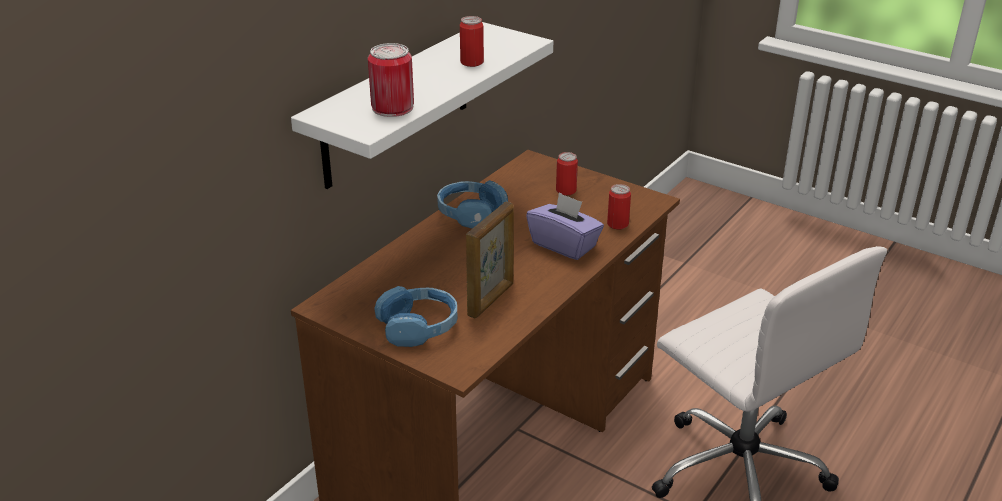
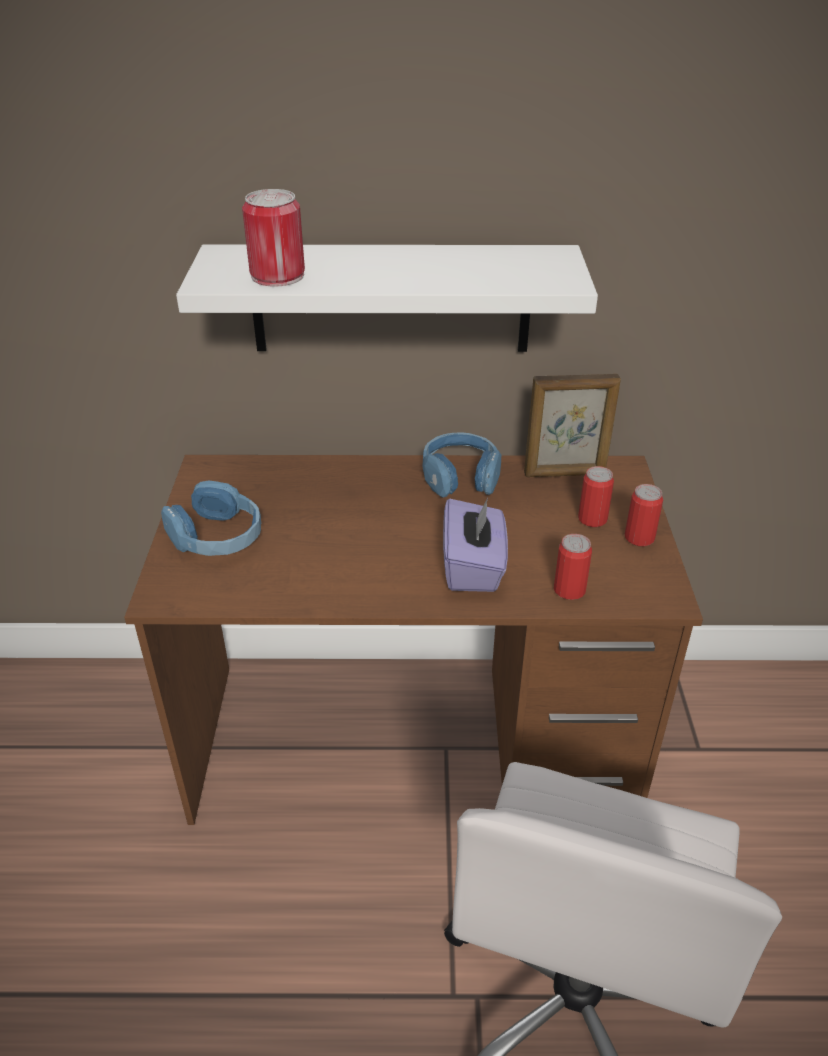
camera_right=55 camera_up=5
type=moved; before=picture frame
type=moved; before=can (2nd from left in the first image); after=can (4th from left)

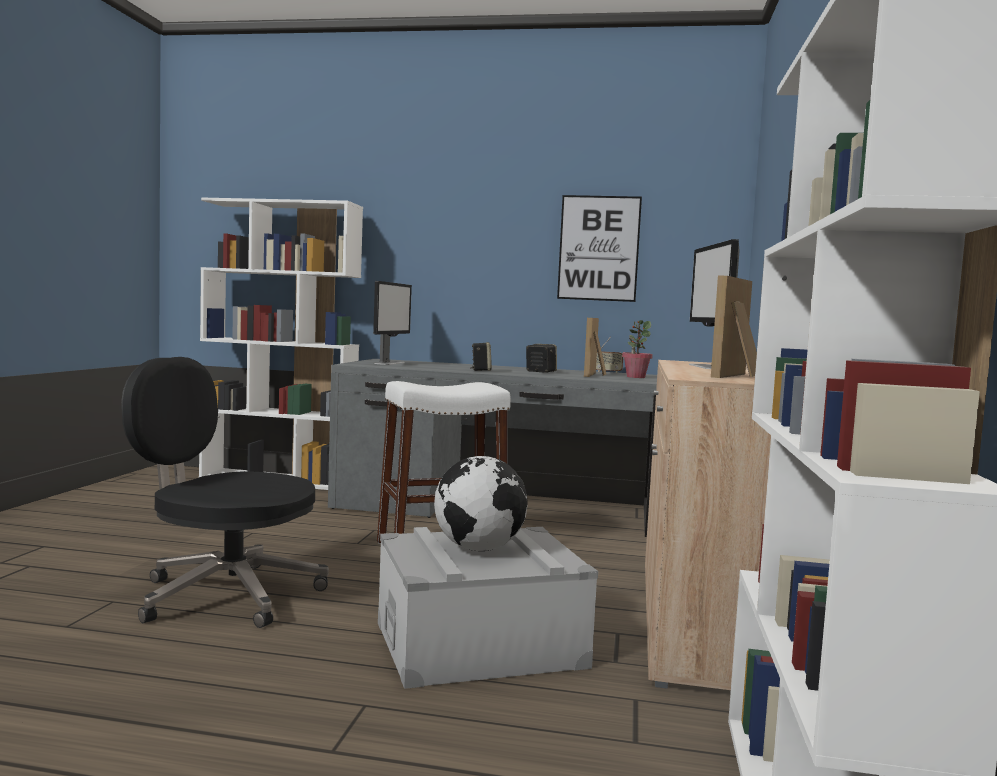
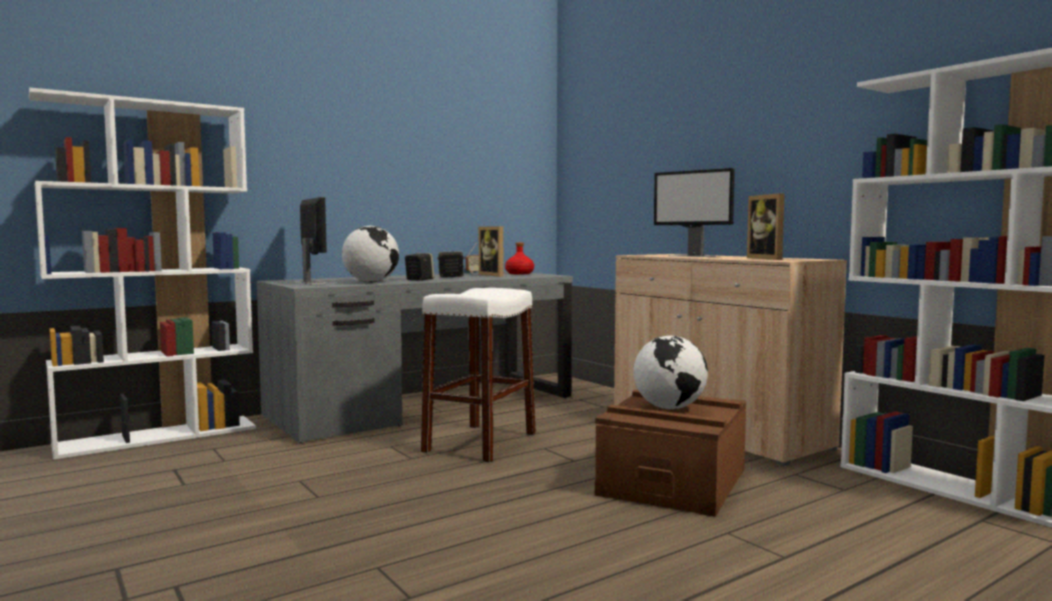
camera_right=-45 camera_up=0
type=added; after=globe (1st from left)
type=replaced; before=potted plant; after=red bottle
type=recoloured; before=grey storage box; after=brown storage box
type=removed; before=black office chair
type=removed; before=picture

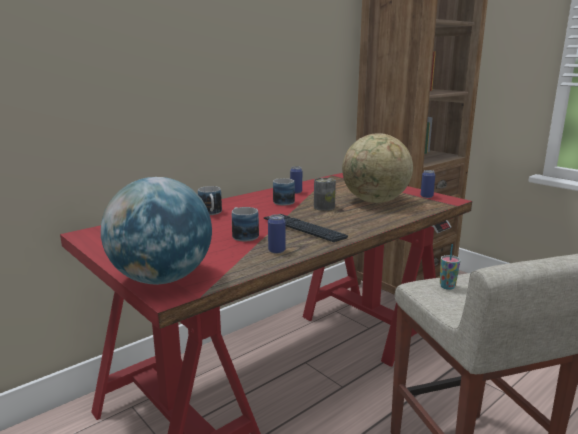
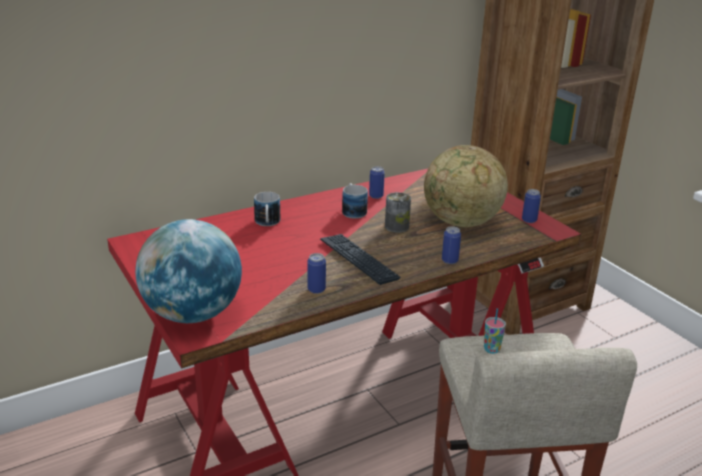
camera_right=10 camera_up=10
type=added; after=can (4th from left)
type=removed; before=mug (2nd from left)

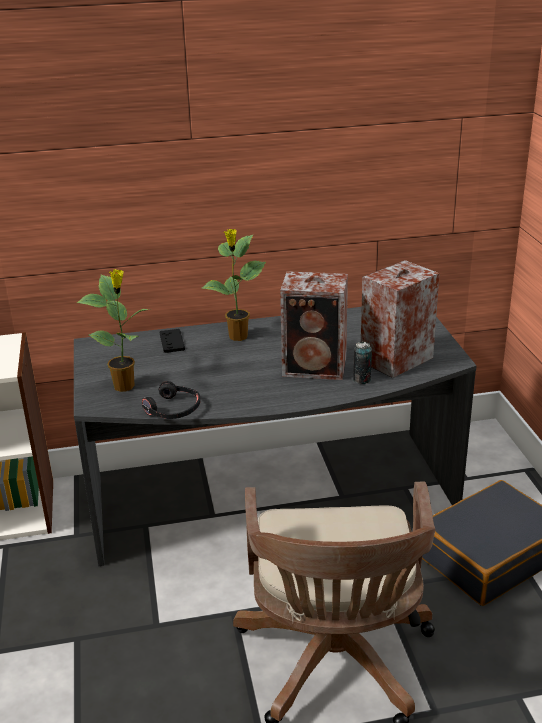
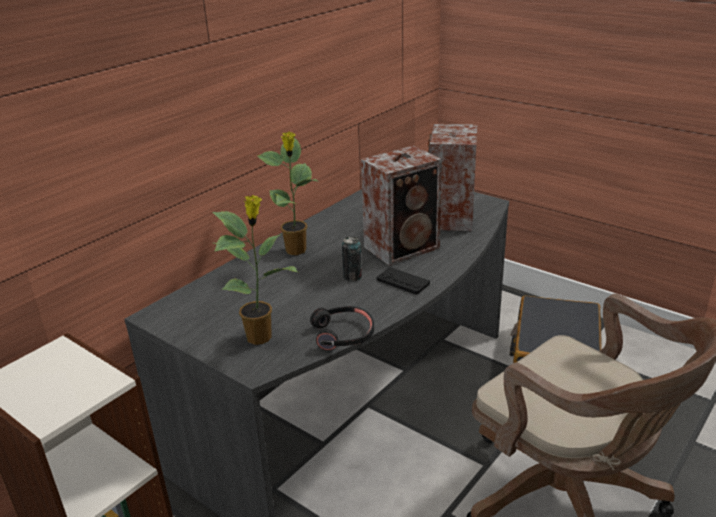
camera_right=-40 camera_up=0
type=moved; before=can
type=moved; before=black game controller

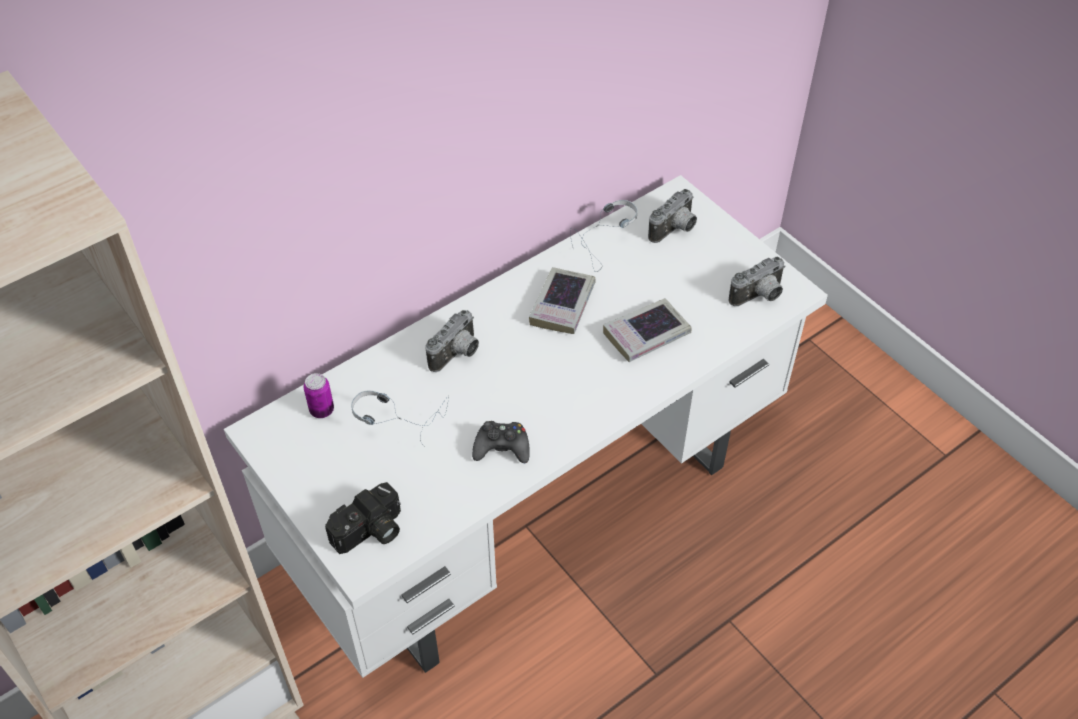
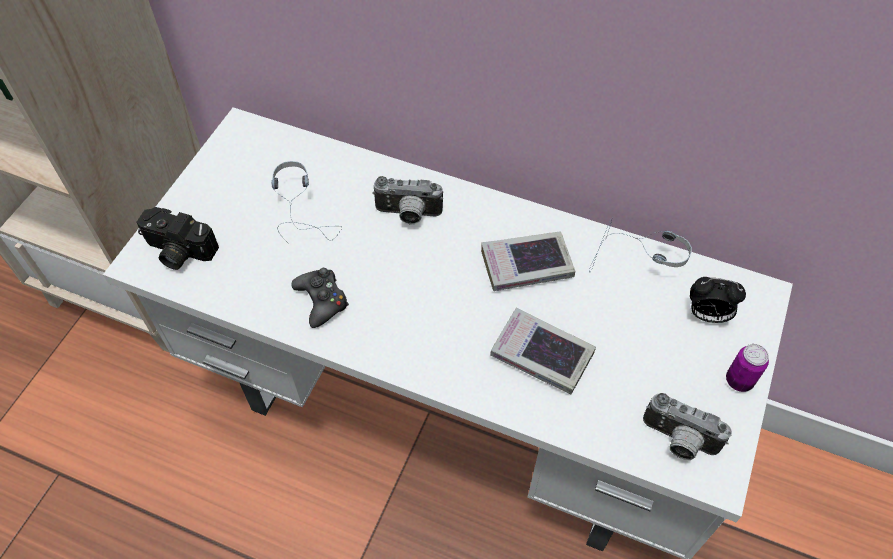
camera_right=60 camera_up=5
type=replaced; before=photo camera (3rd from left); after=alarm clock
type=moved; before=can

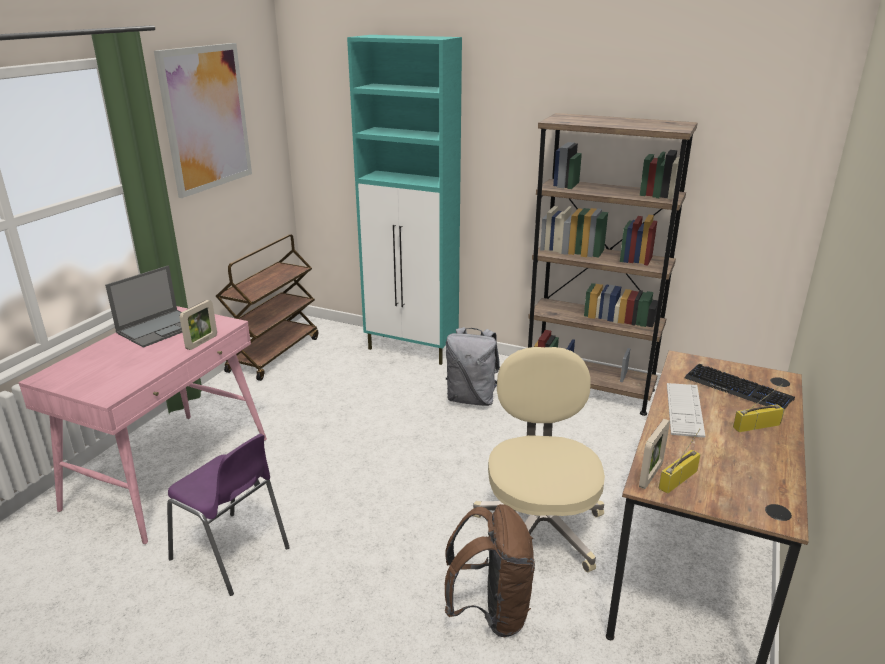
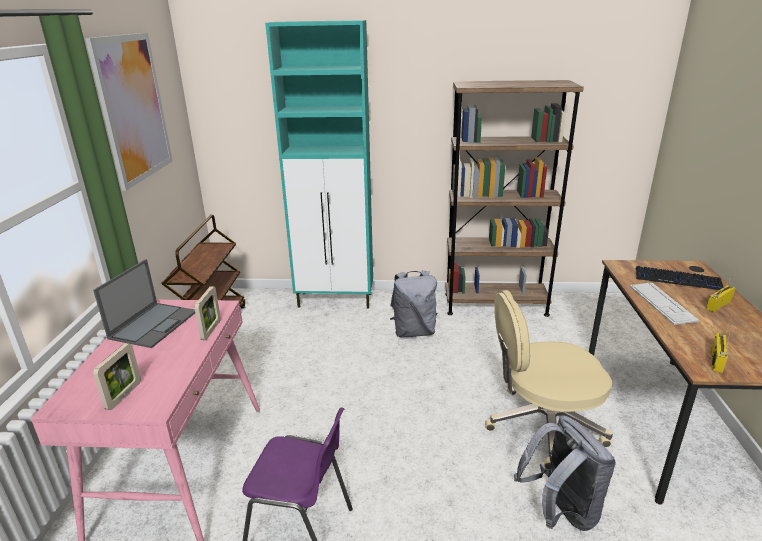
camera_right=-20 camera_up=0
type=moved; before=picture frame (2nd from left in the first image); after=picture frame (1st from left)
type=turned; before=beige office chair; turn=-75
type=recoloured; before=brown backpack; after=grey backpack (2nd from left)

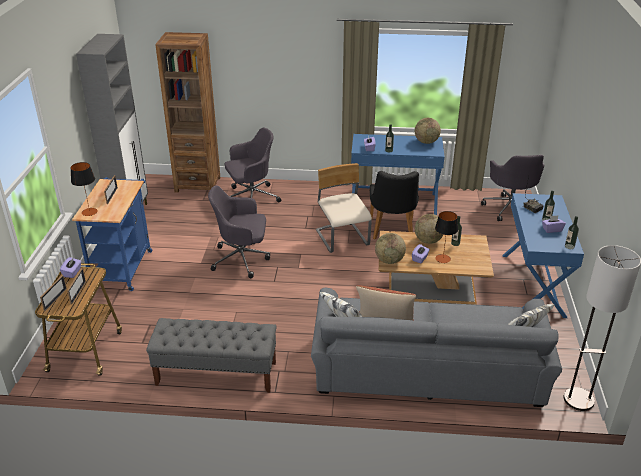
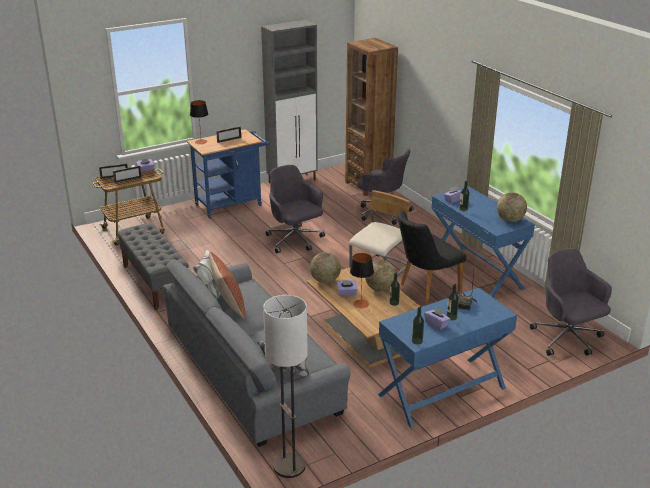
camera_right=55 camera_up=-5
type=turned; before=grey office chair (3rd from left); turn=105

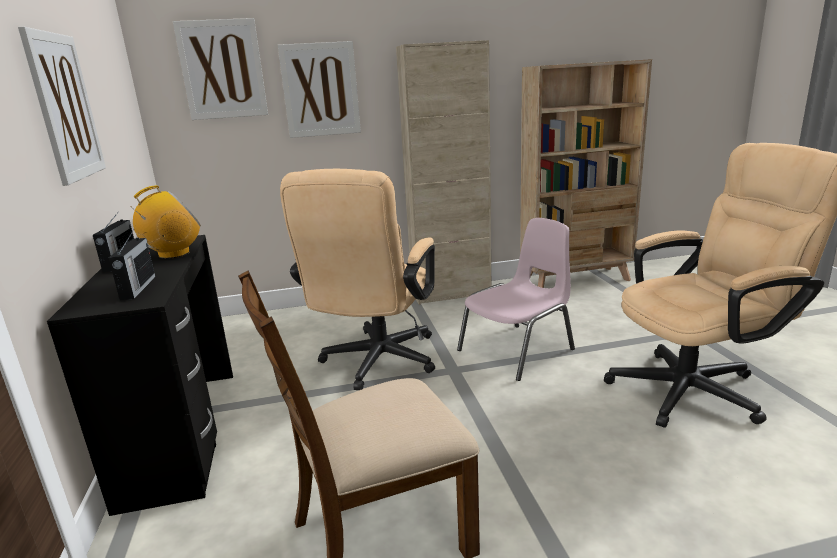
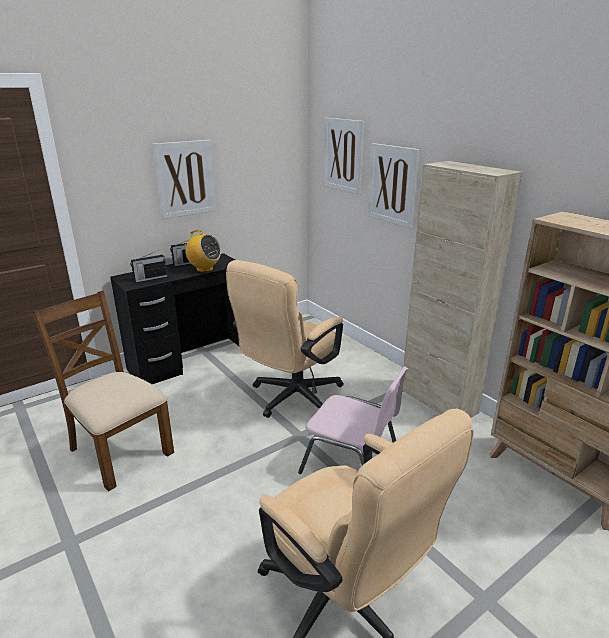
camera_right=65 camera_up=5
type=turned; before=beige office chair (1st from left); turn=-45

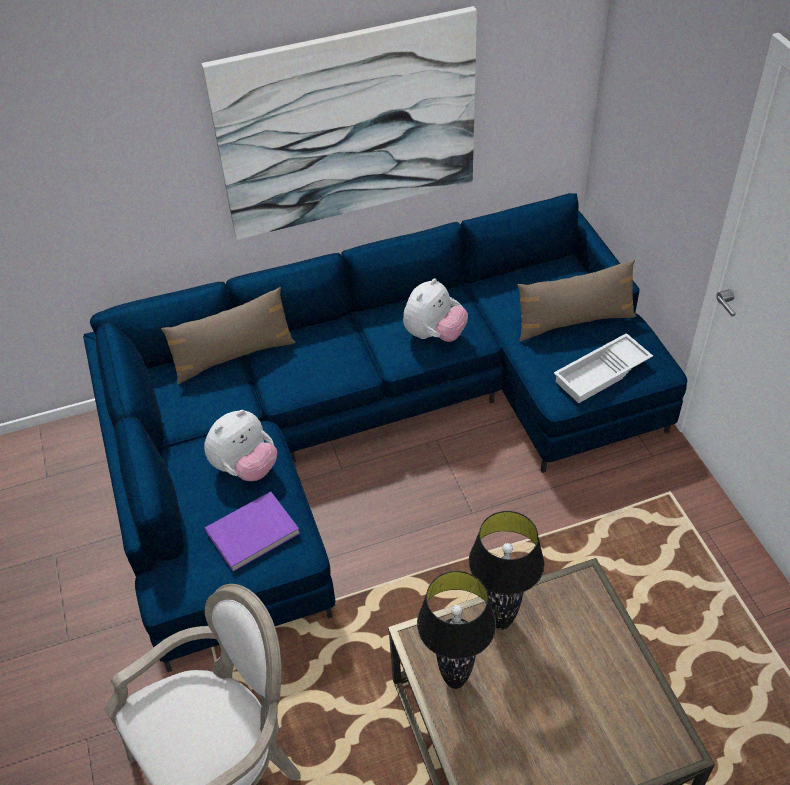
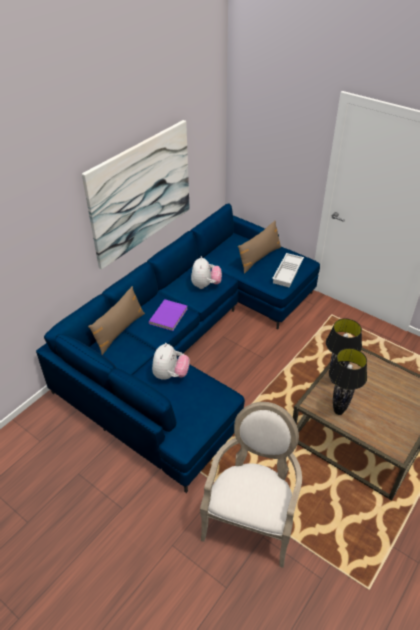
camera_right=-35 camera_up=-5
type=moved; before=purple book

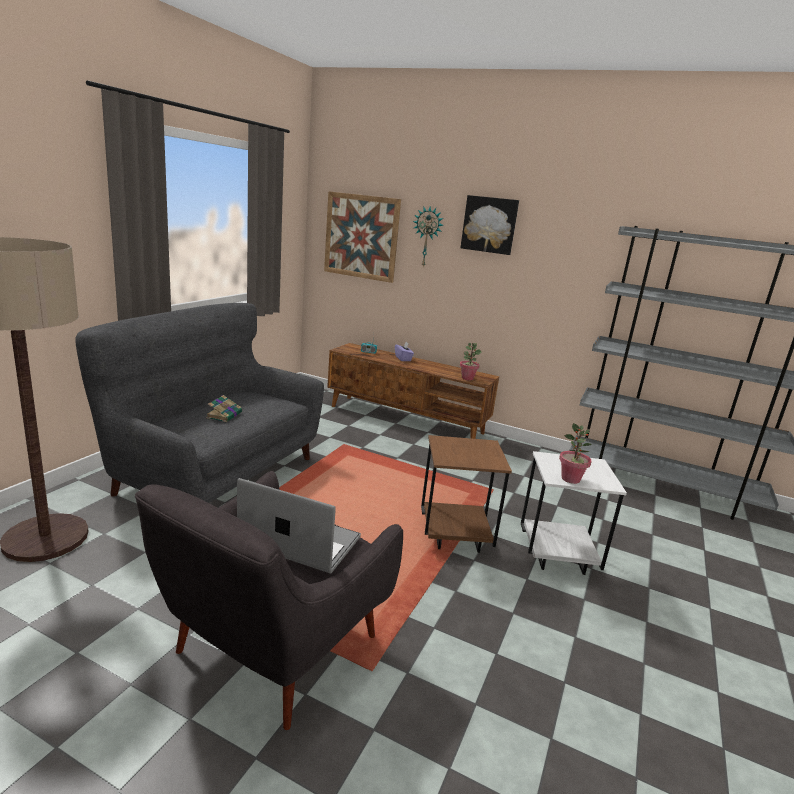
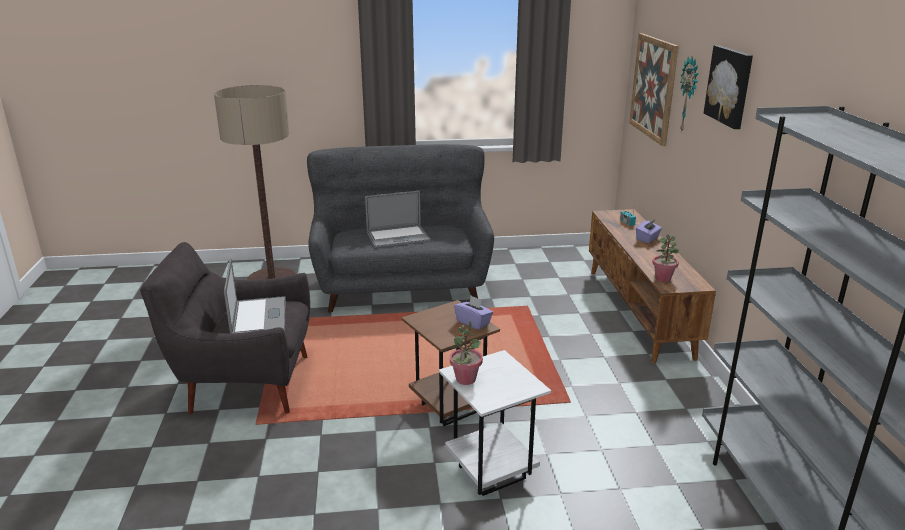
camera_right=60 camera_up=5
type=replaced; before=book; after=laptop (2nd from left)
type=added; after=purple tissue box (1st from left)

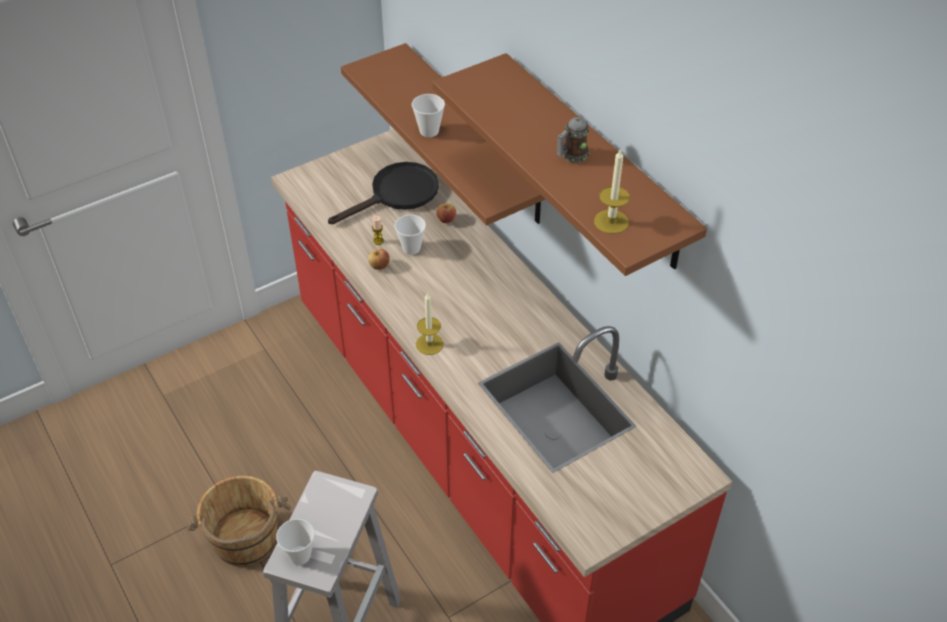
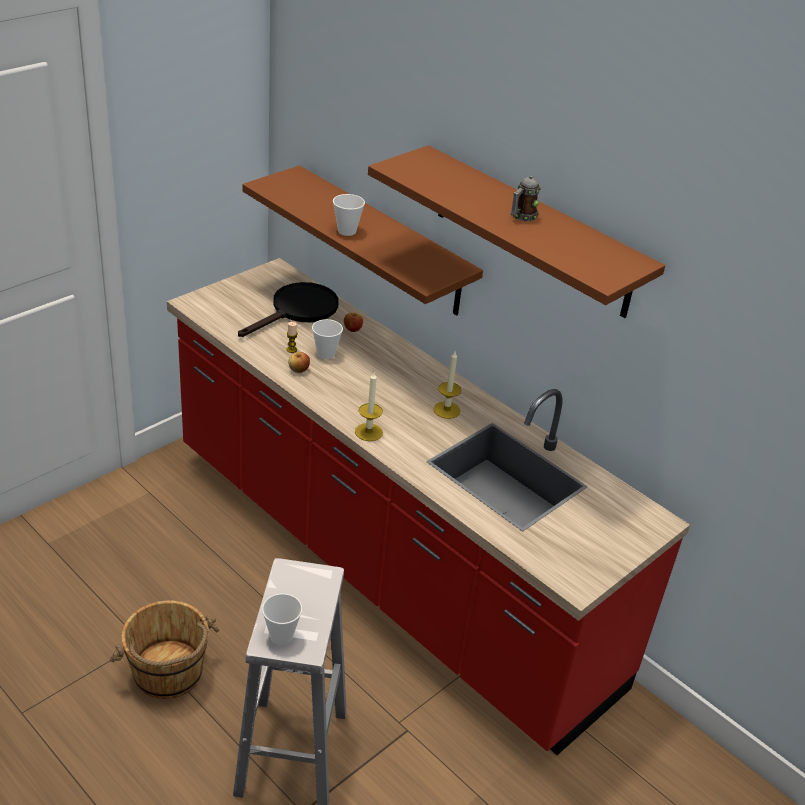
camera_right=-15 camera_up=-10
type=moved; before=candle (3rd from left)

